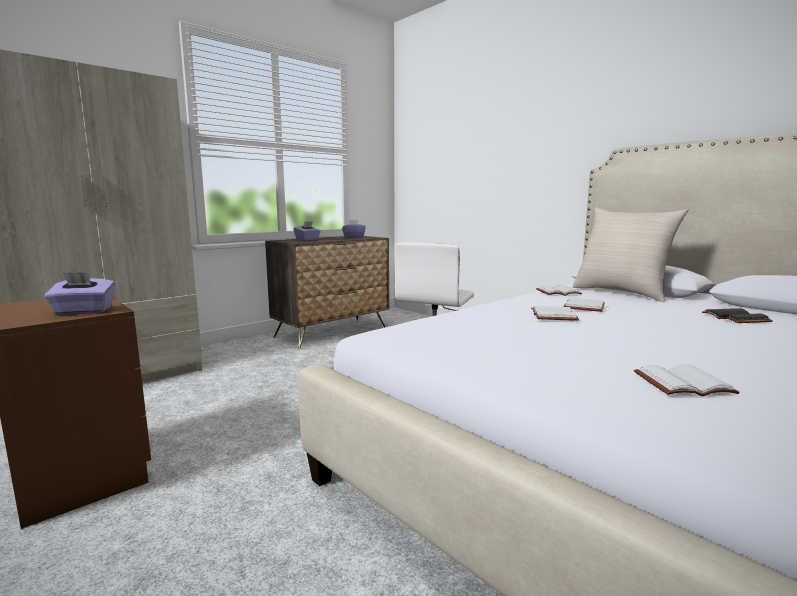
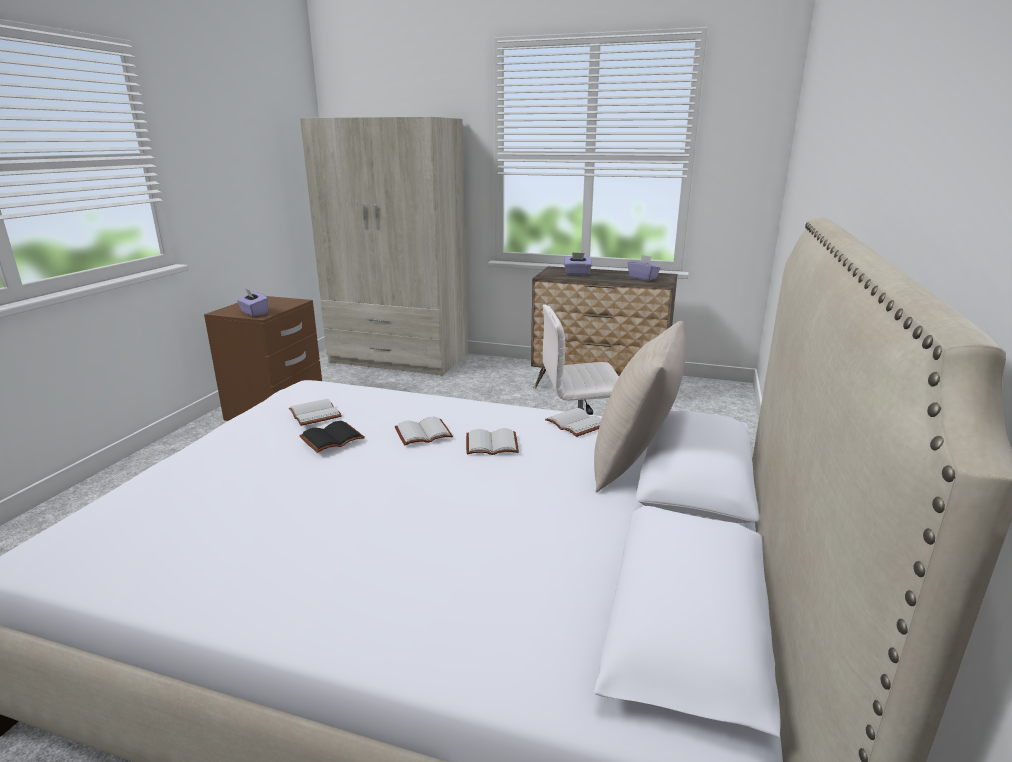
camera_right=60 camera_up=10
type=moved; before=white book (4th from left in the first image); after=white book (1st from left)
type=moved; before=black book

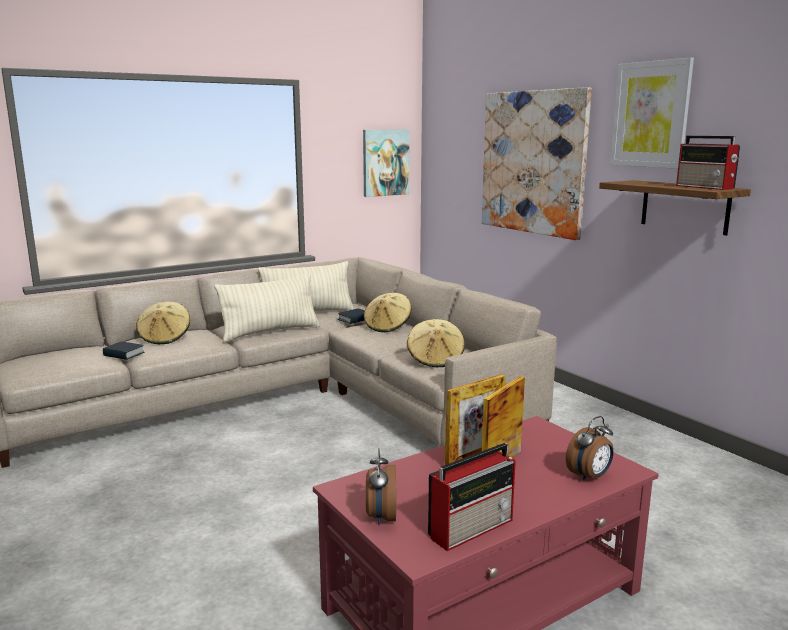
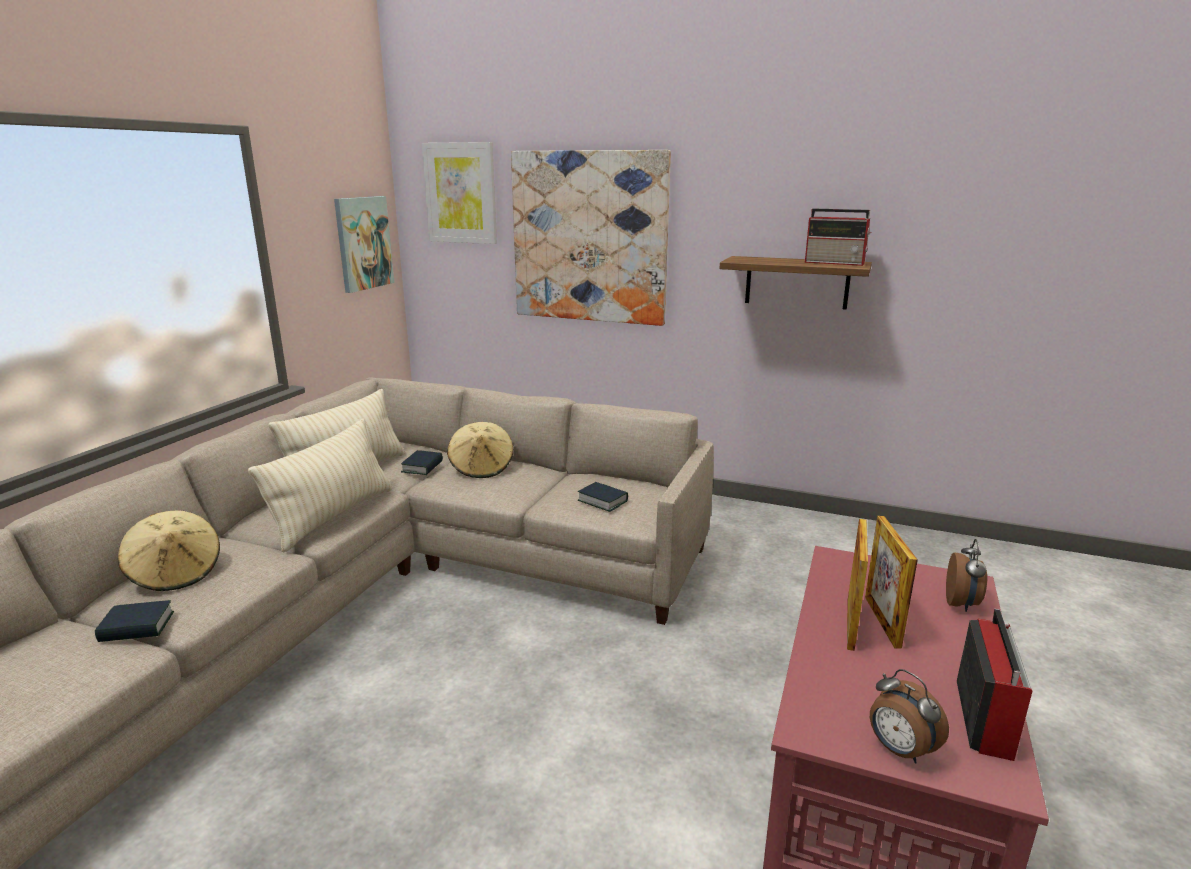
camera_right=-35 camera_up=5
type=moved; before=picture (3rd from left in the first image); after=picture (2nd from left)
type=replaced; before=beige hat (3rd from left); after=book (3rd from left)

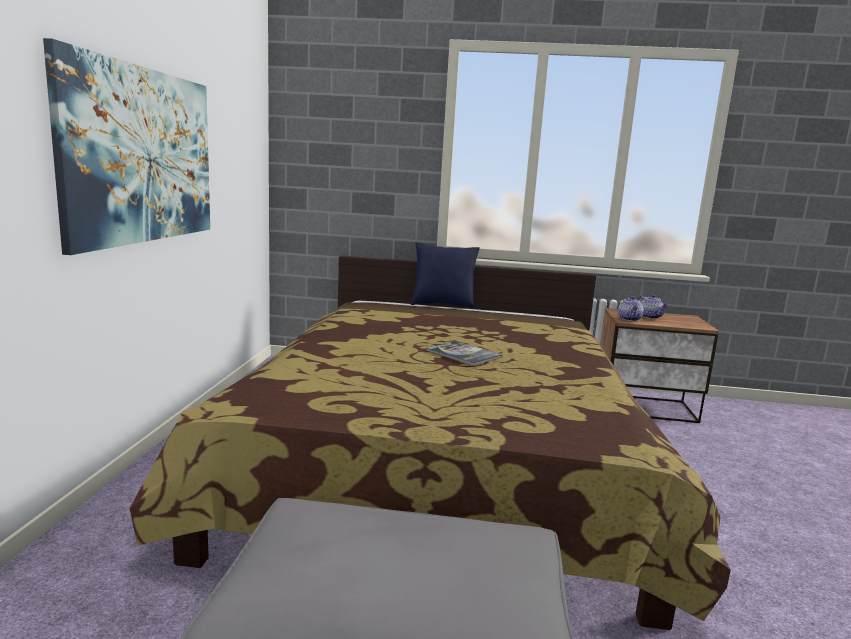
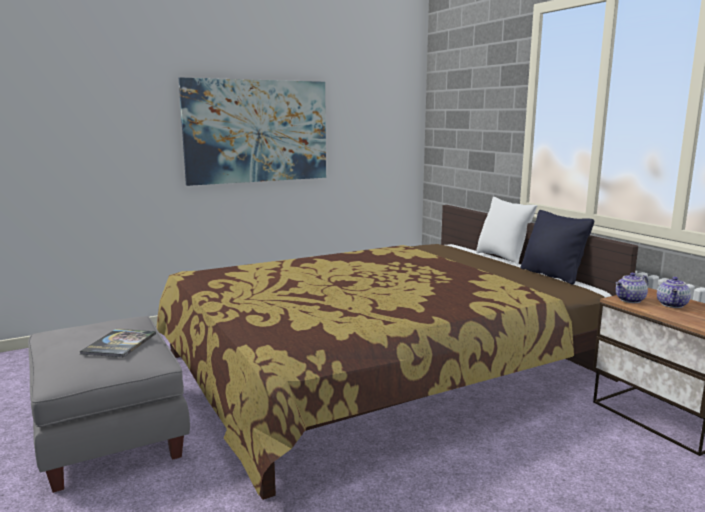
camera_right=55 camera_up=0
type=moved; before=book
type=recoloured; before=blue pillow; after=white pillow
type=added; after=black pillow

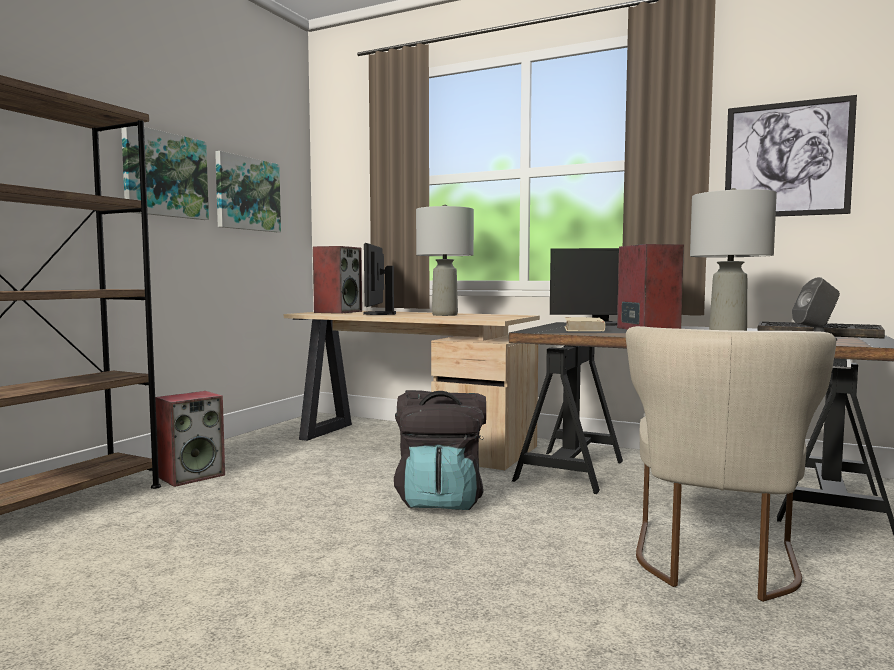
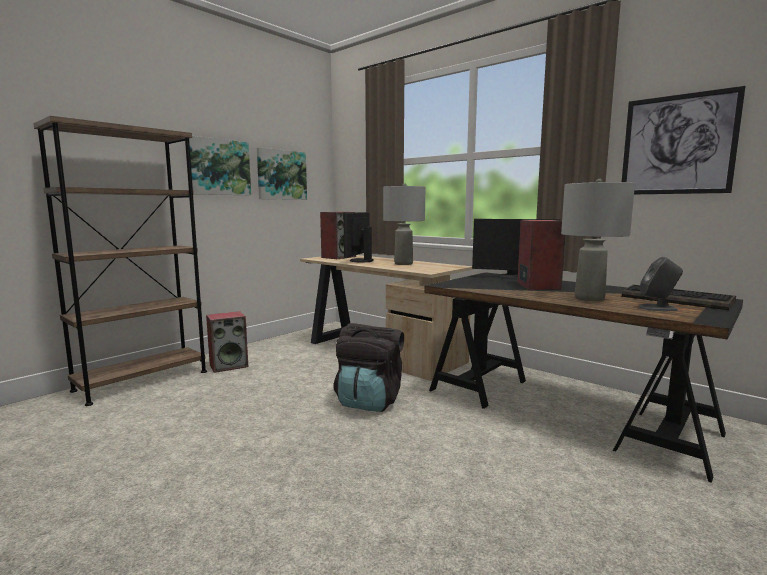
camera_right=15 camera_up=5
type=removed; before=beige book
type=removed; before=beige chair

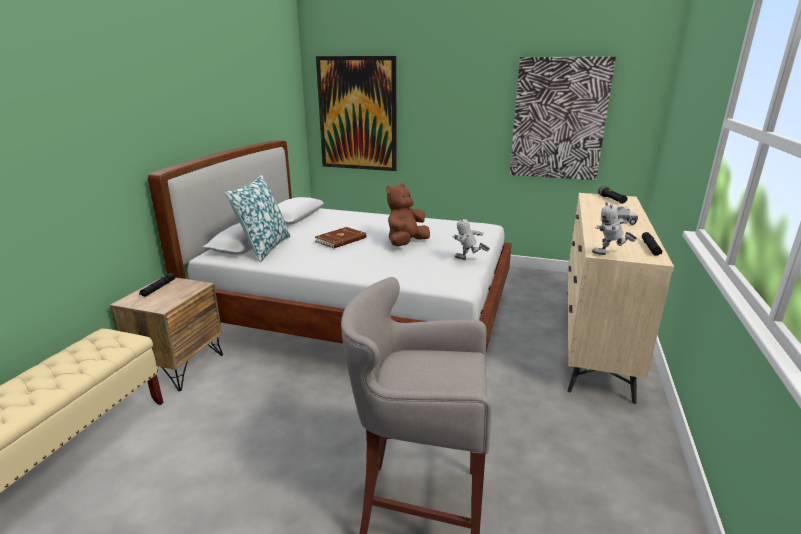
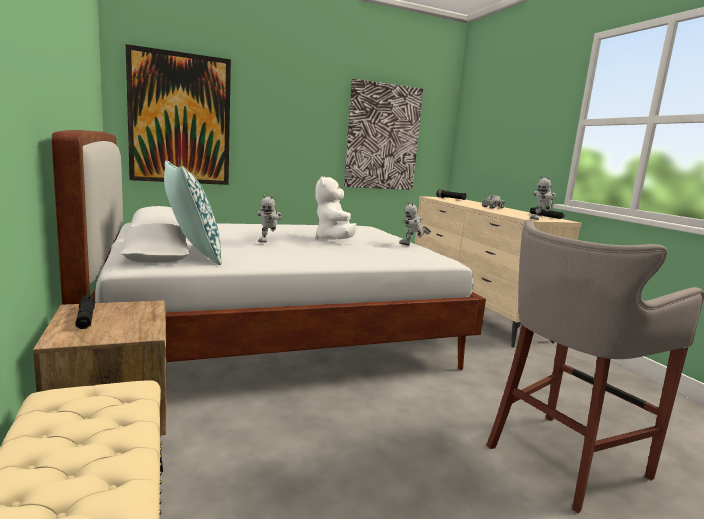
camera_right=-40 camera_up=-10
type=replaced; before=brown book; after=toy robot (1st from left)
type=recoloured; before=brown plush toy; after=white plush toy

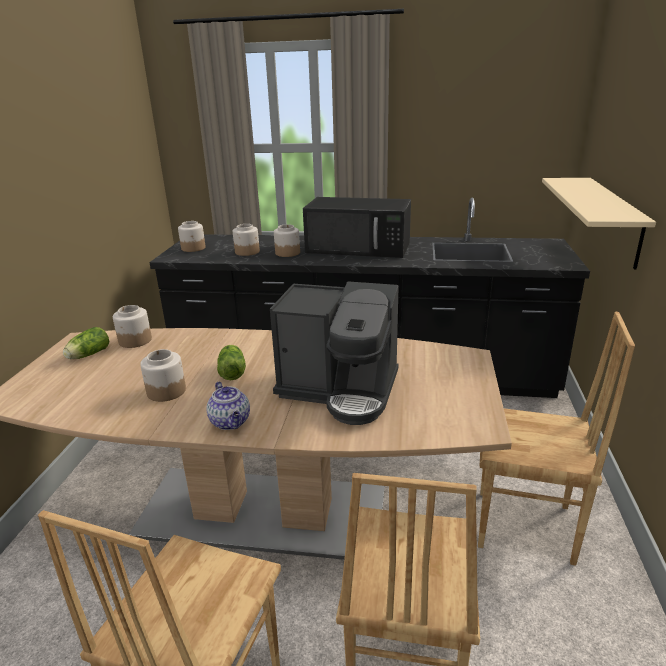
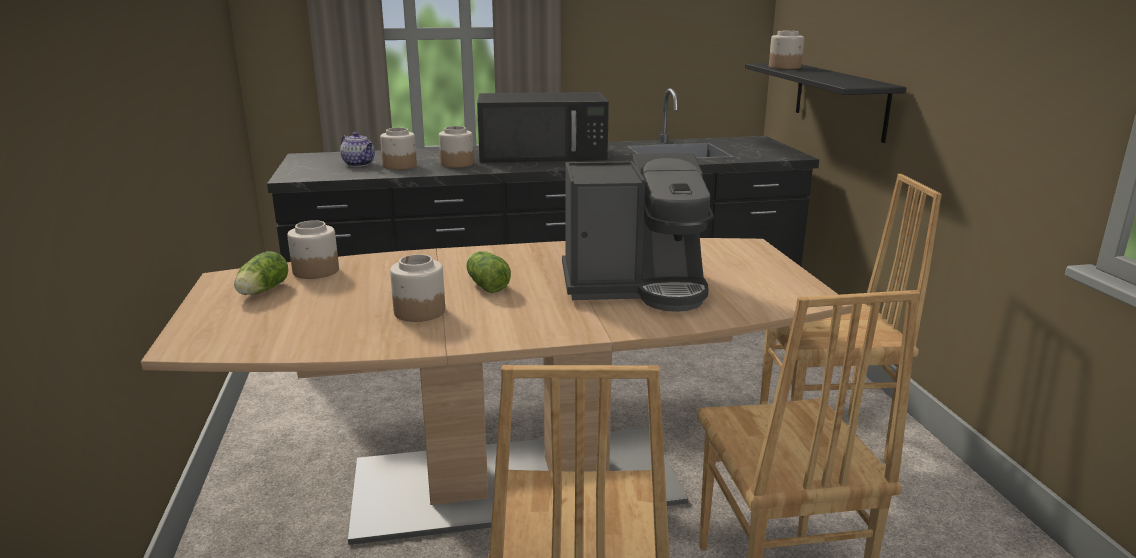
camera_right=-20 camera_up=-5
type=moved; before=teapot
type=recoloured; before=beige shelf; after=black shelf
type=moved; before=jar (3rd from left in the first image); after=jar (5th from left)

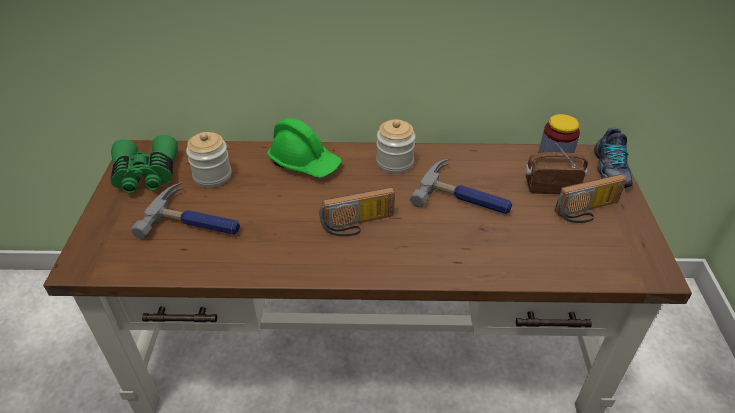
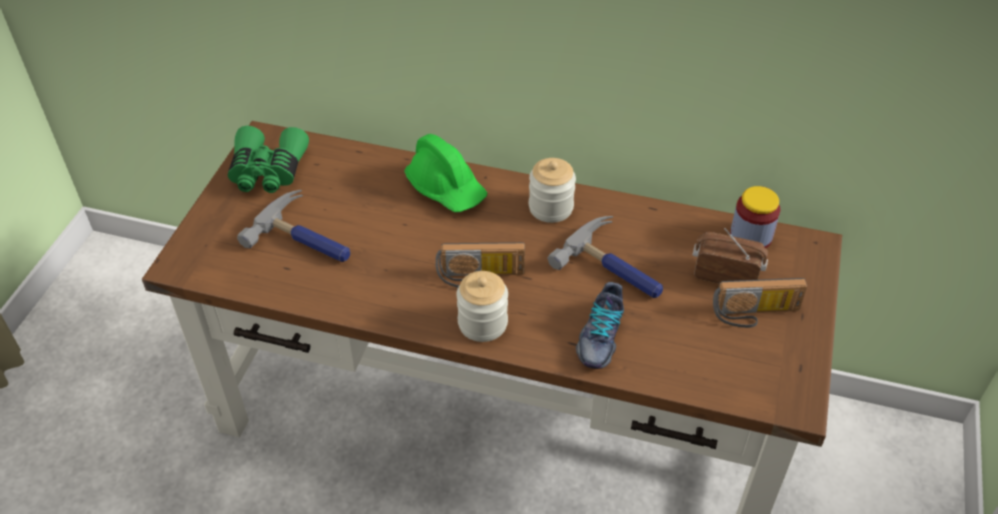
camera_right=15 camera_up=5
type=moved; before=jar (1st from left)
type=moved; before=shoe

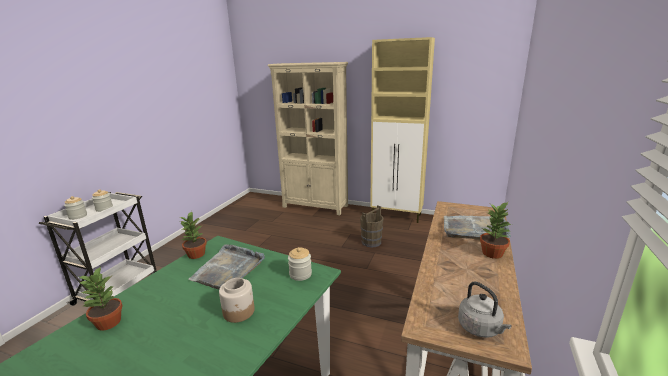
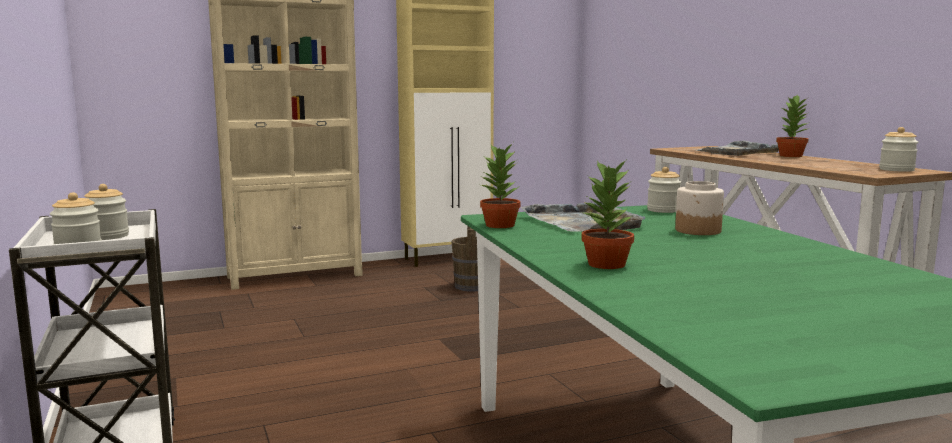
camera_right=-45 camera_up=-10
type=replaced; before=grey kettle; after=jar (5th from left)

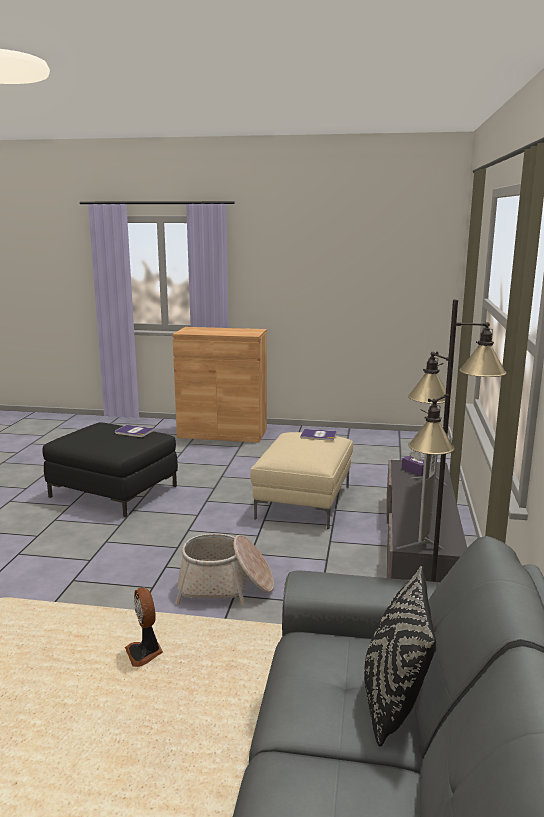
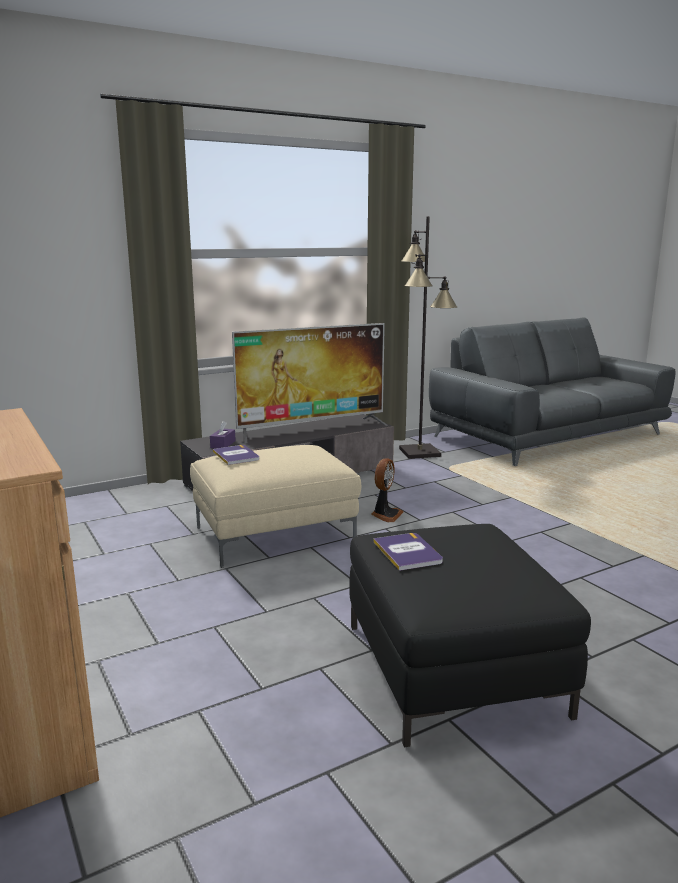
camera_right=-130 camera_up=0
type=moved; before=fan
type=removed; before=basket
type=removed; before=black pillow

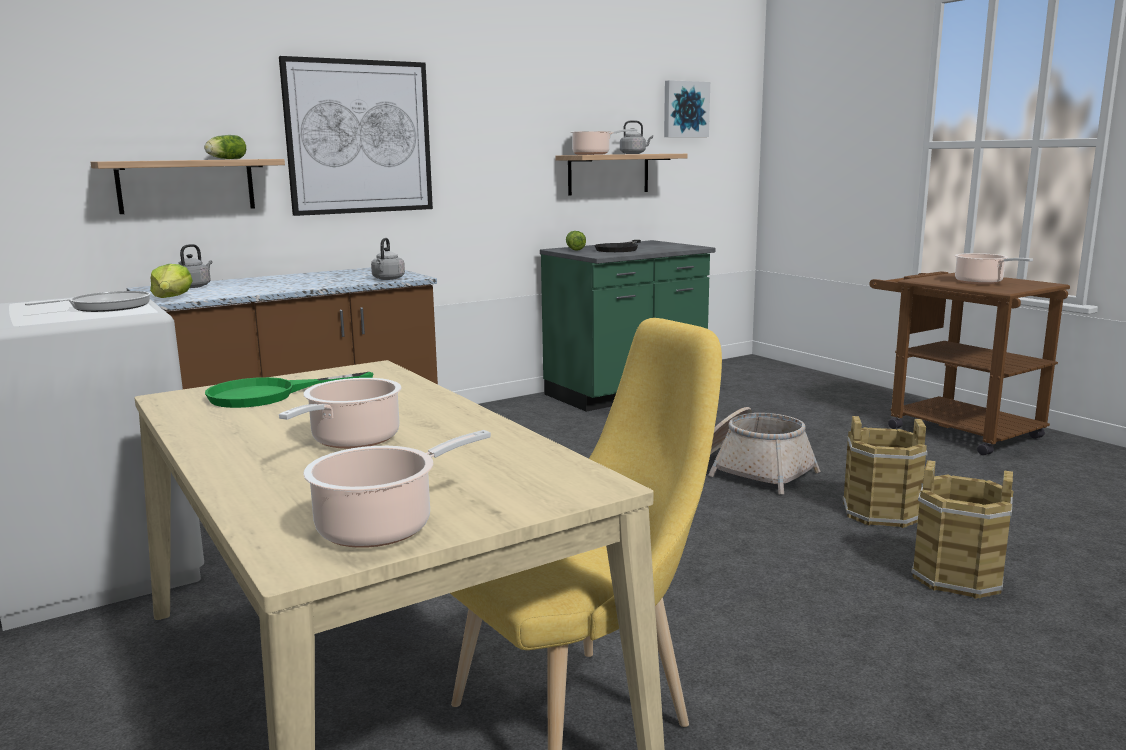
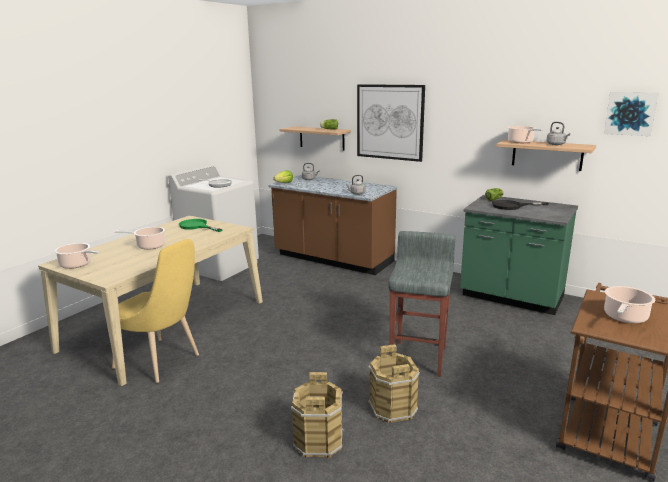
camera_right=65 camera_up=5
type=replaced; before=basket; after=grey stool

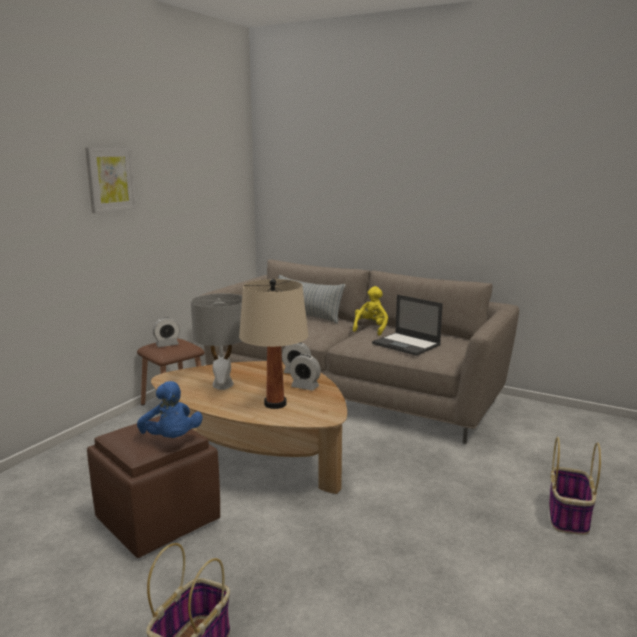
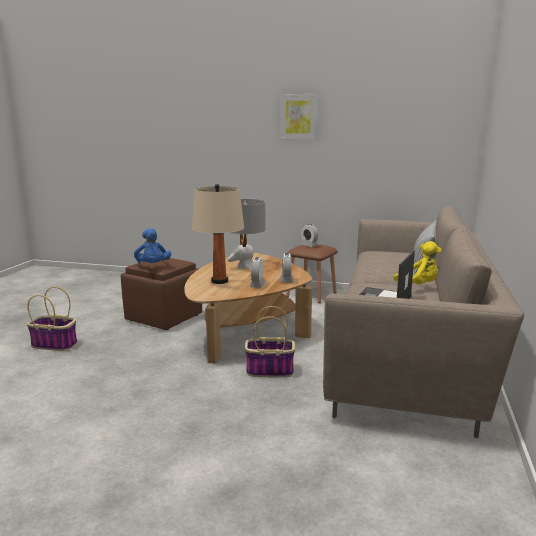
camera_right=75 camera_up=0
type=turned; before=blue plush toy; turn=-60
type=moved; before=basket (2nd from left)

